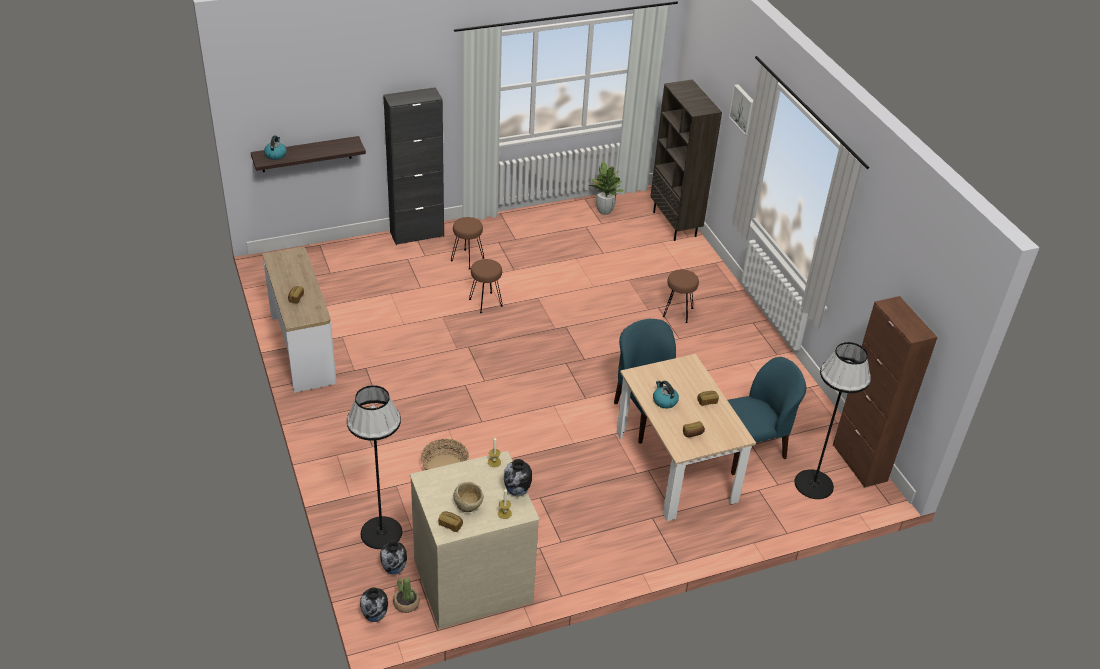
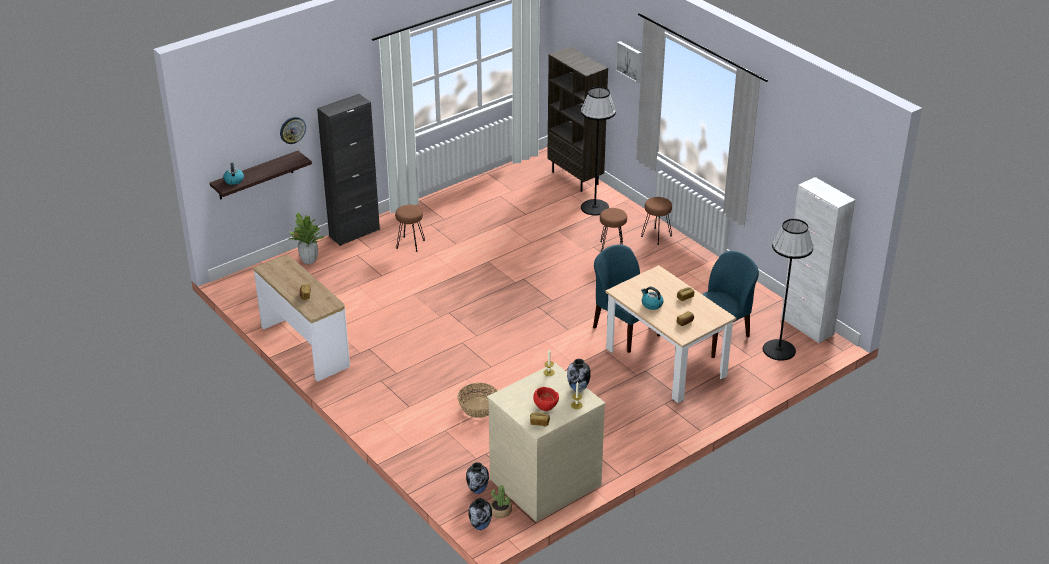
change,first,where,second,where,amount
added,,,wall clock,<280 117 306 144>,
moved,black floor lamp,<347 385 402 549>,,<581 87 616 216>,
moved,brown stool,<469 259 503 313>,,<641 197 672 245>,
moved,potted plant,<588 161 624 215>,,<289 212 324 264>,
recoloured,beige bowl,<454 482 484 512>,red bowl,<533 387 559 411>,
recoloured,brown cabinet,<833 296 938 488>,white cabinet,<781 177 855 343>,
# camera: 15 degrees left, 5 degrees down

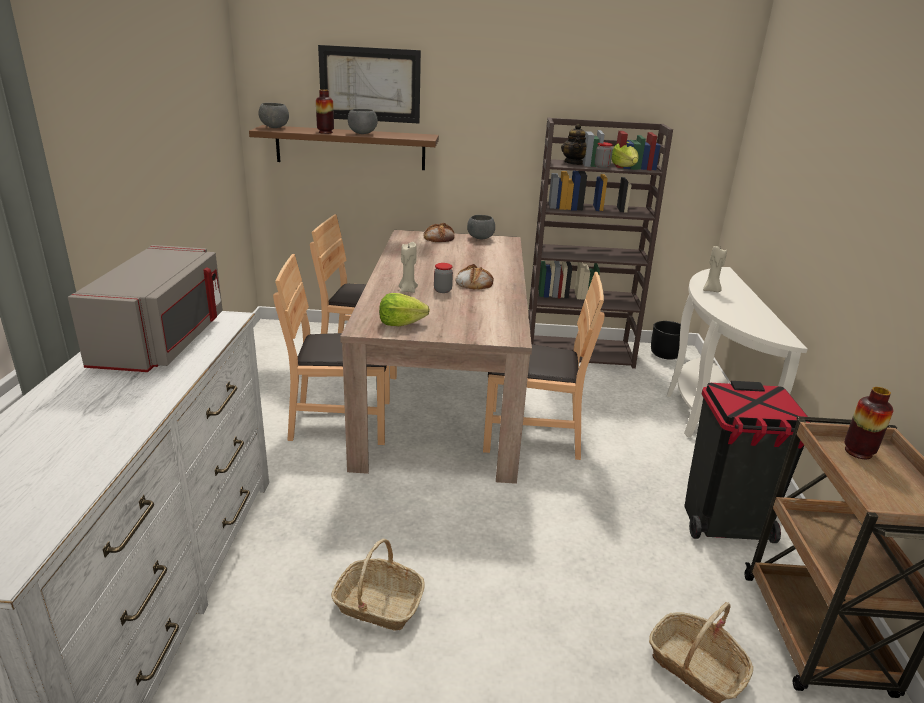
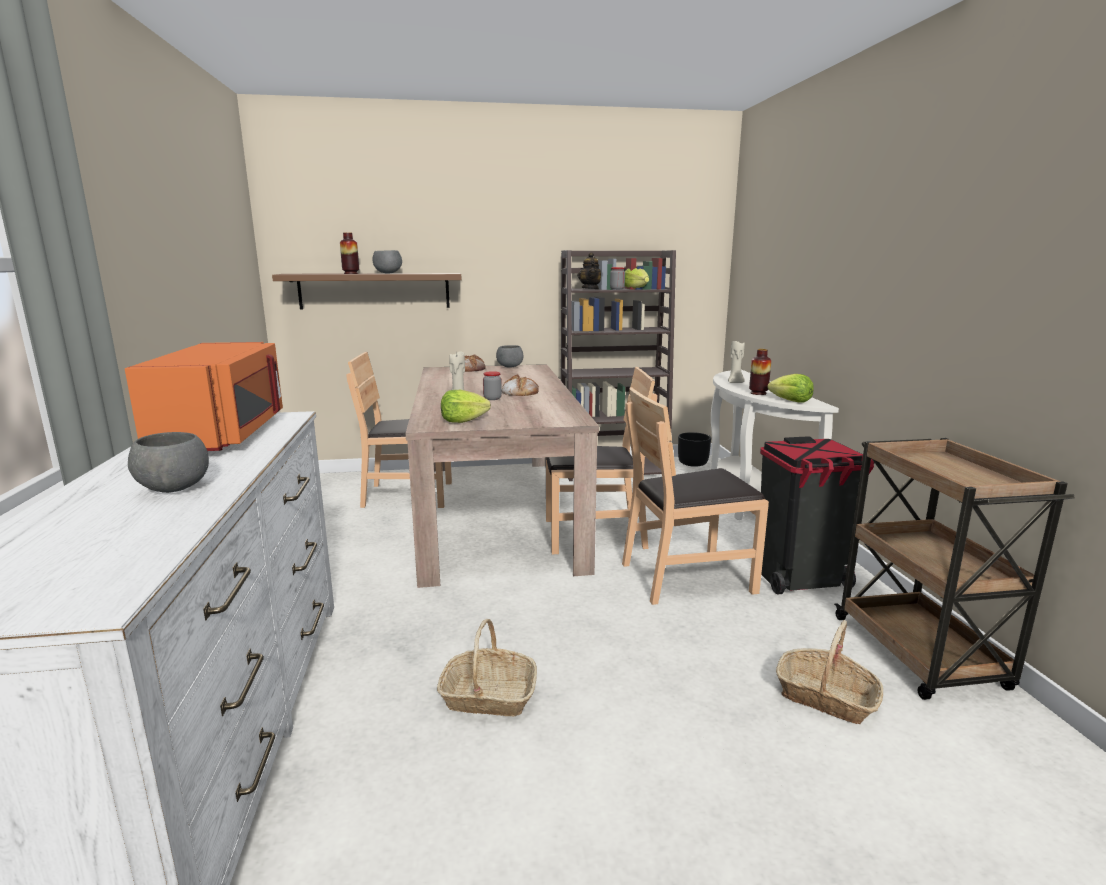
change,first,where,second,where,amount
removed,picture,<318 45 421 123>,,,
added,,,lettuce,<767 374 814 403>,
moved,grey bowl,<259 103 289 128>,,<128 432 209 493>,
moved,brown chair,<273 254 390 445>,,<622 387 769 605>,
moved,vase,<844 387 893 459>,,<749 349 771 395>,
recoloured,grey microwave,<68 245 223 372>,orange microwave,<125 342 283 451>,
# camera: 10 degrees left, 10 degrees down

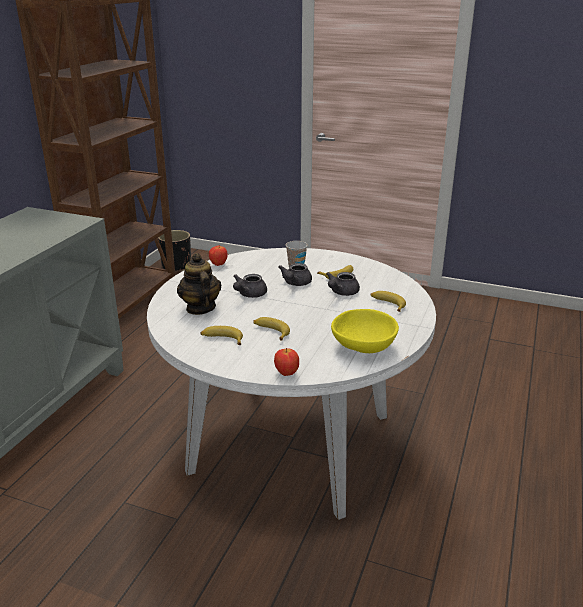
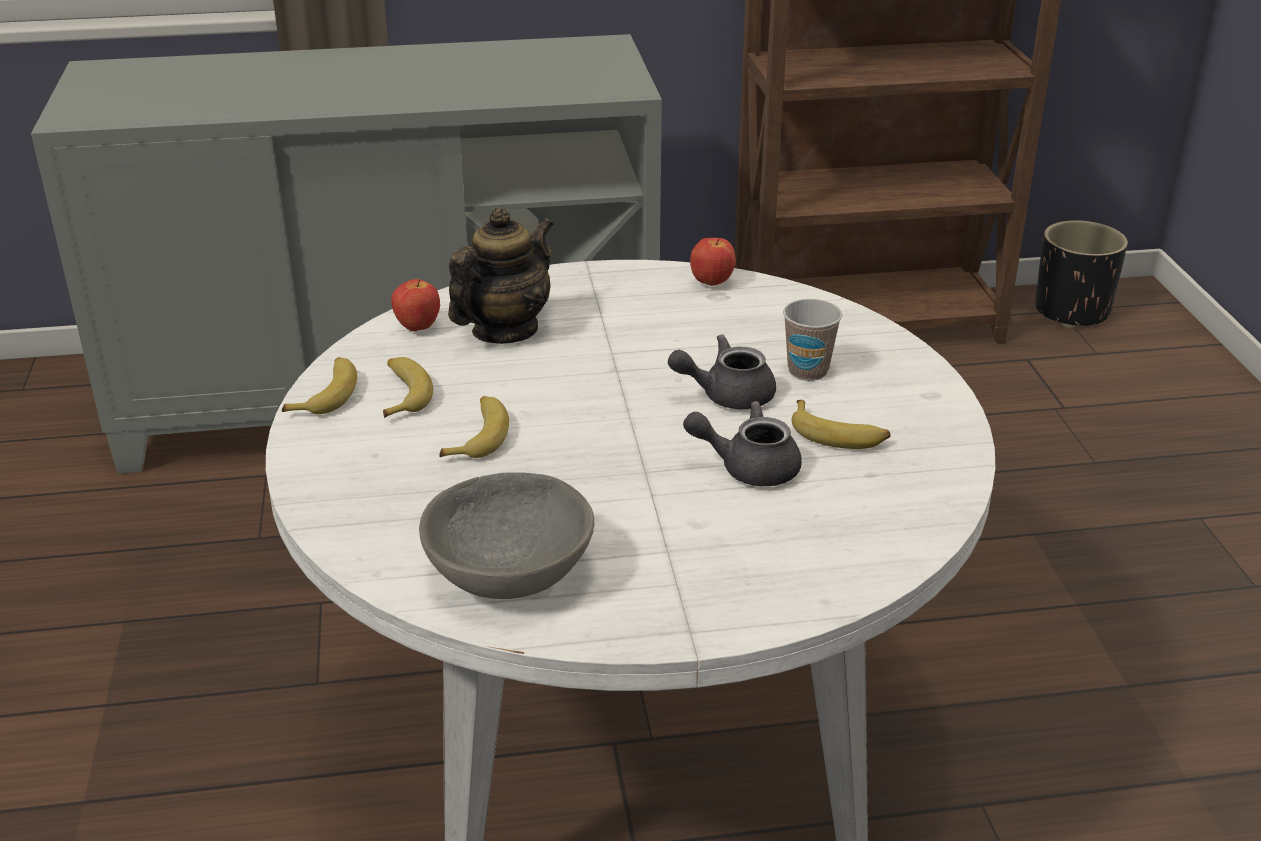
change,first,where,second,where,amount
removed,grey teapot,<233 274 267 298>,,,
moved,apple,<274 348 299 376>,,<391 279 440 331>,
moved,banana,<370 291 406 312>,,<282 357 357 414>,
recoloured,yellow bowl,<331 309 399 353>,grey bowl,<419 473 594 599>,
# camera: 60 degrees right, 5 degrees up

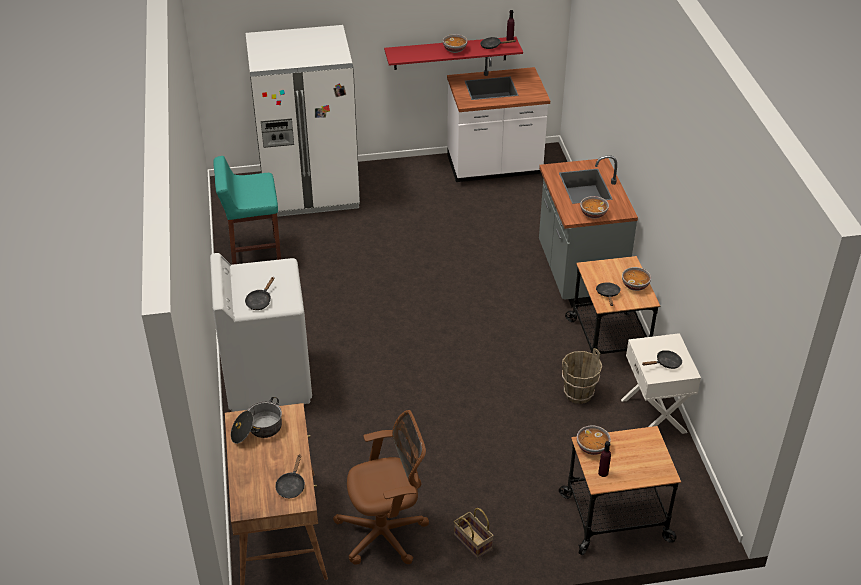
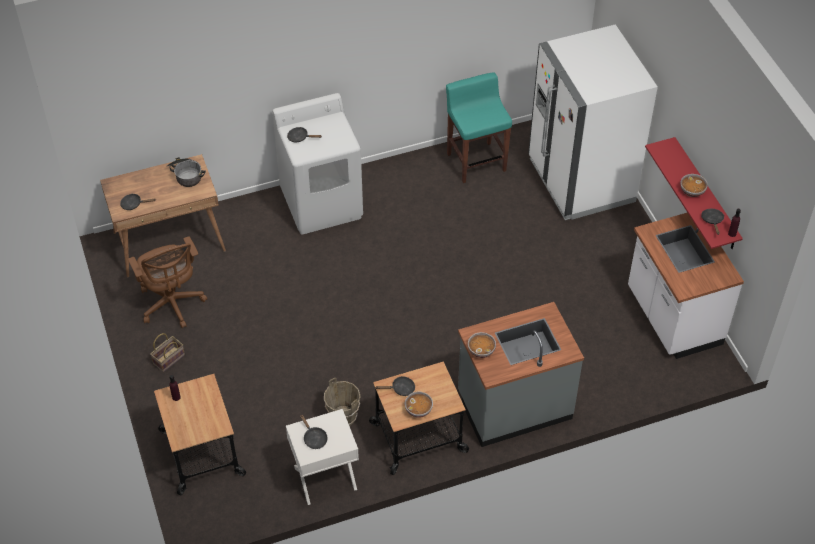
change,first,where,second,where,amount
removed,bowl,<577 425 611 455>,,,
# camera: 80 degrees right, 10 degrees up

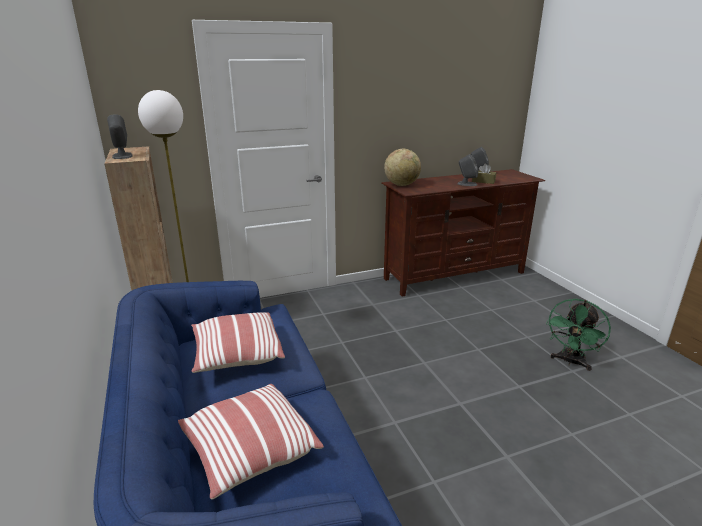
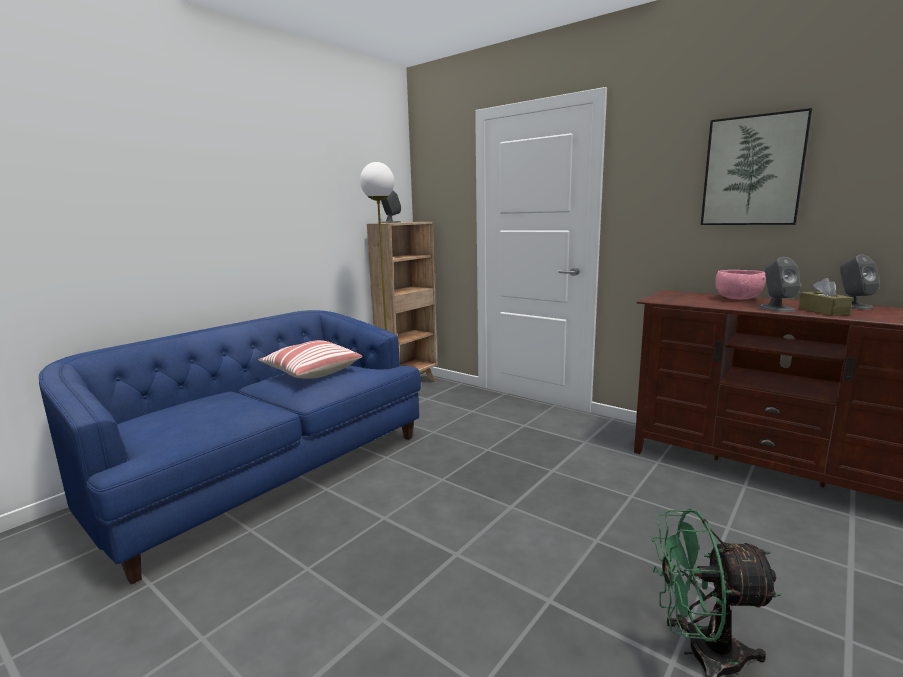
change,first,where,second,where,amount
removed,pillow,<178 384 324 500>,,,
removed,globe,<384 149 421 186>,,,
added,,,picture,<701 108 812 225>,
added,,,pink bowl,<715 270 766 299>,
# camera: 60 degrees right, 10 degrees down

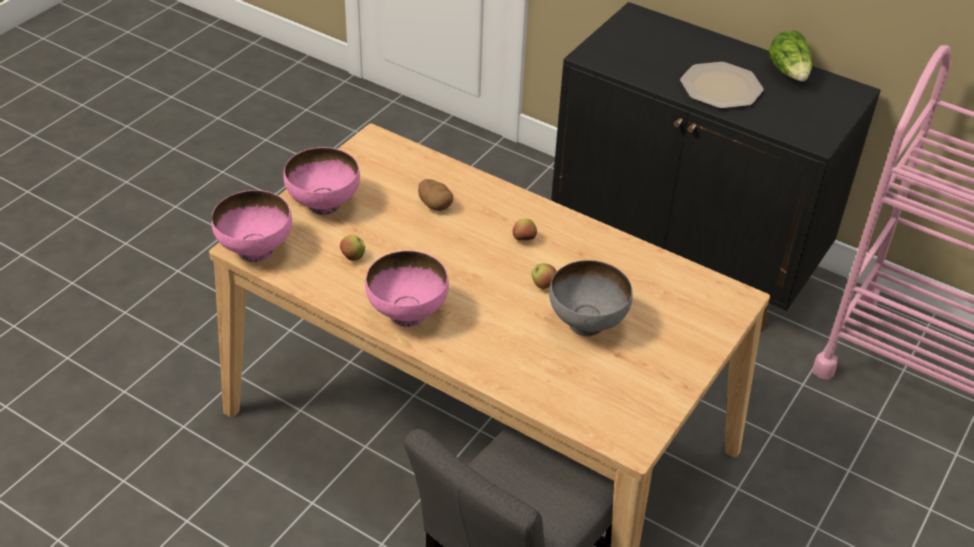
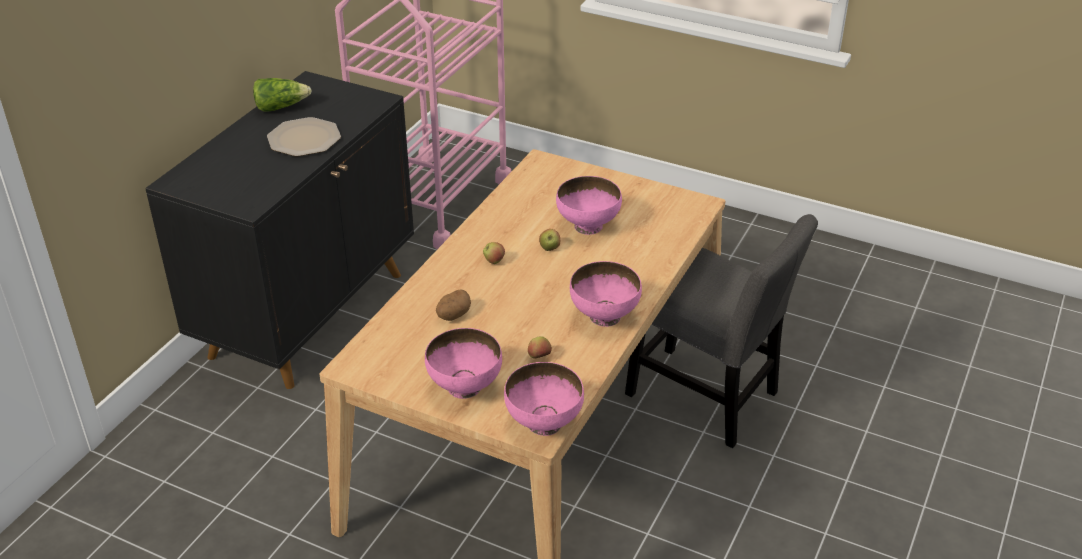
change,first,where,second,where,amount
recoloured,grey bowl,<549 260 633 336>,pink bowl,<556 176 622 235>,
# camera: 95 degrees left, 5 degrees down

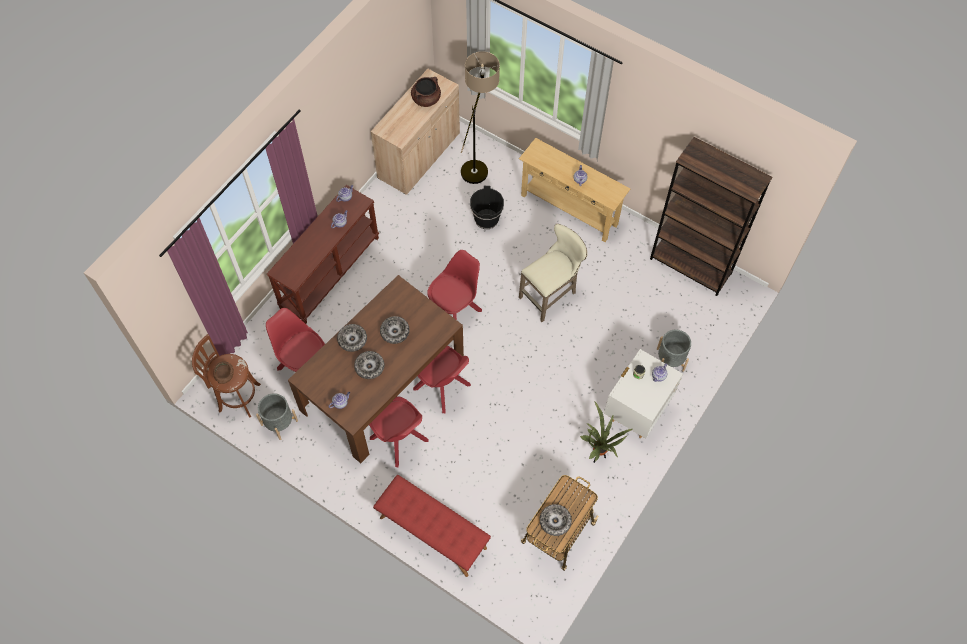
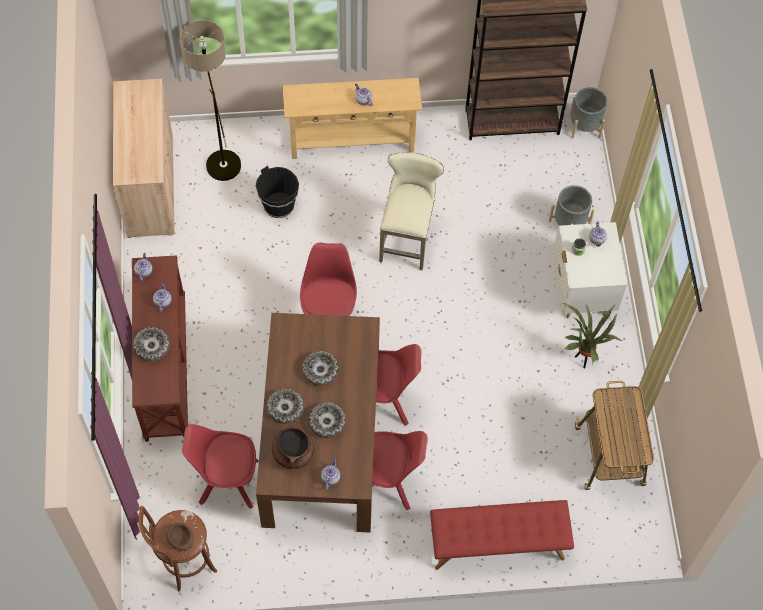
change,first,where,second,where,amount
moved,grey planter,<256 393 298 440>,,<569 87 607 139>,
moved,brown cooking pot,<411 77 441 107>,,<272 422 314 469>,
moved,bowl,<540 504 572 536>,,<133 327 170 361>,
# camera: 40 degrees left, 0 degrees up

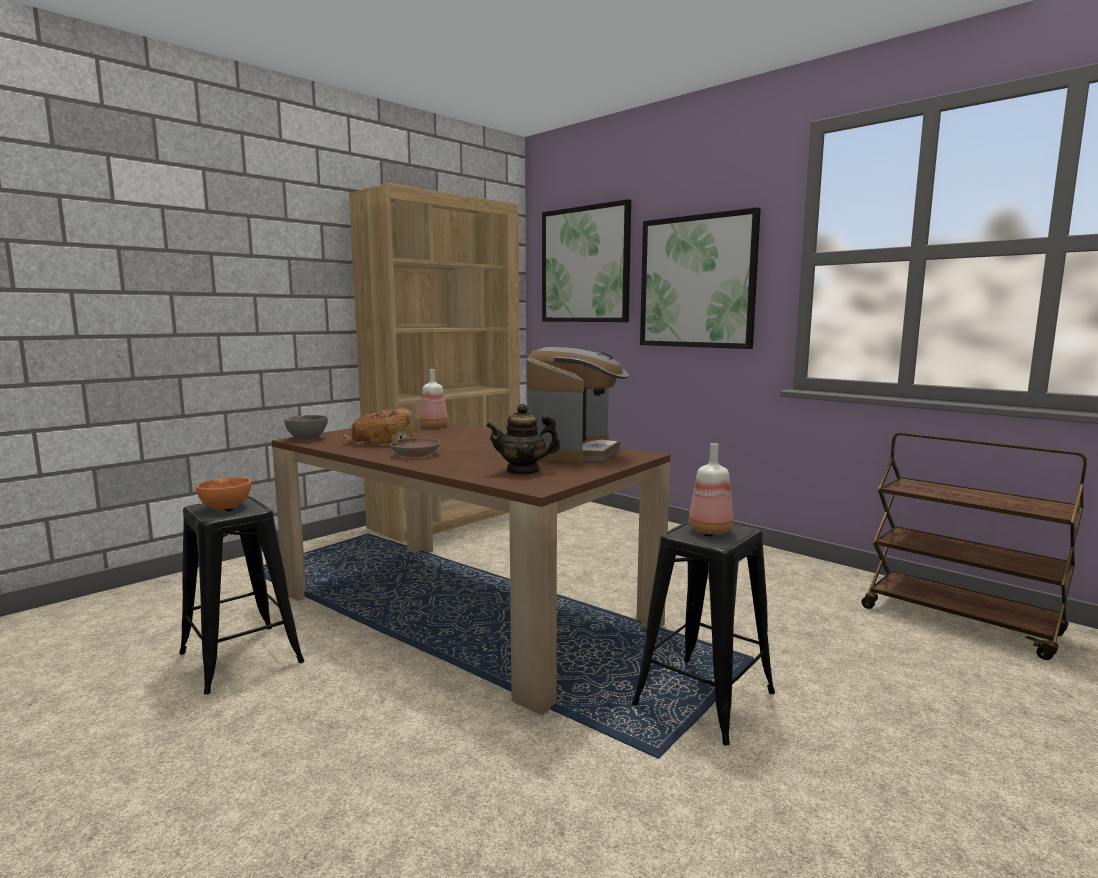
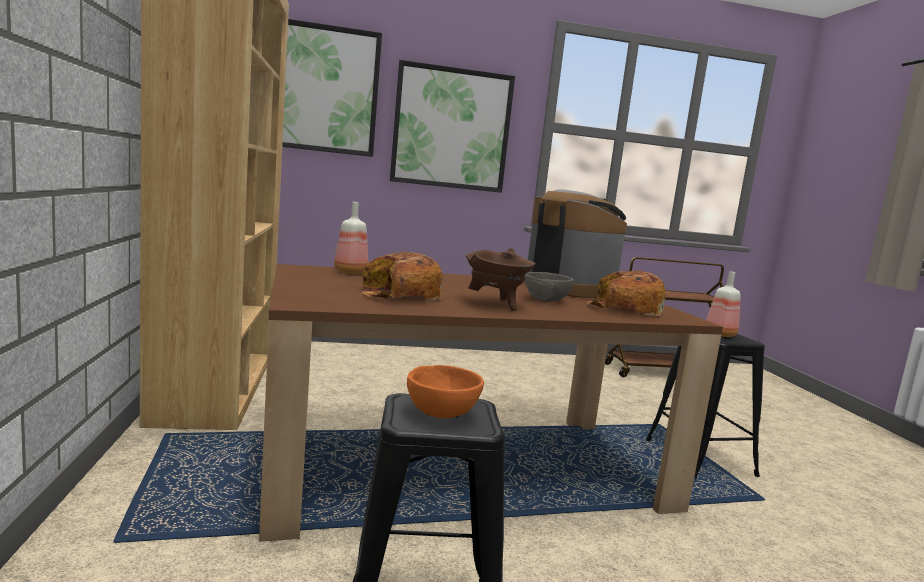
change,first,where,second,where,amount
moved,grey bowl,<284 415 328 439>,,<525 272 573 302>,
replaced,brown bowl,<390 438 441 457>,brown cooking pot,<466 248 536 311>,
replaced,teapot,<486 404 560 475>,bread,<587 270 666 316>,
# camera: 55 degrees left, 0 degrees up

